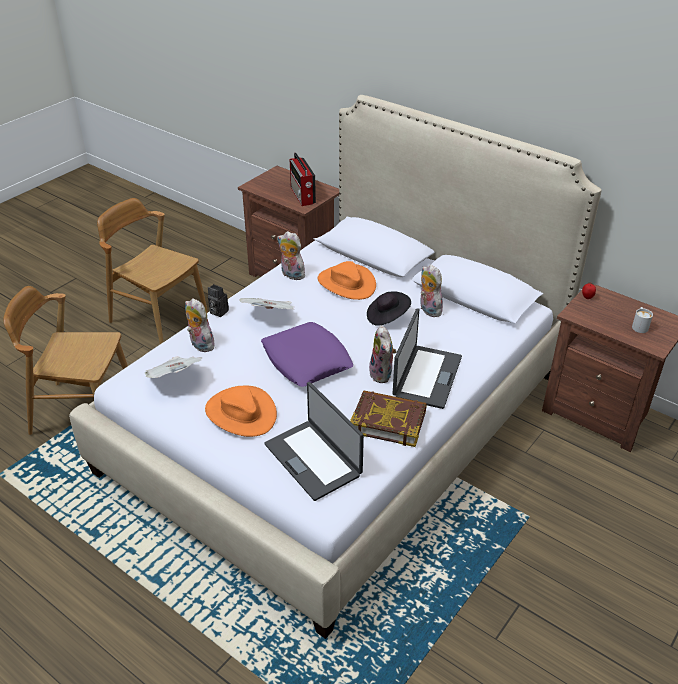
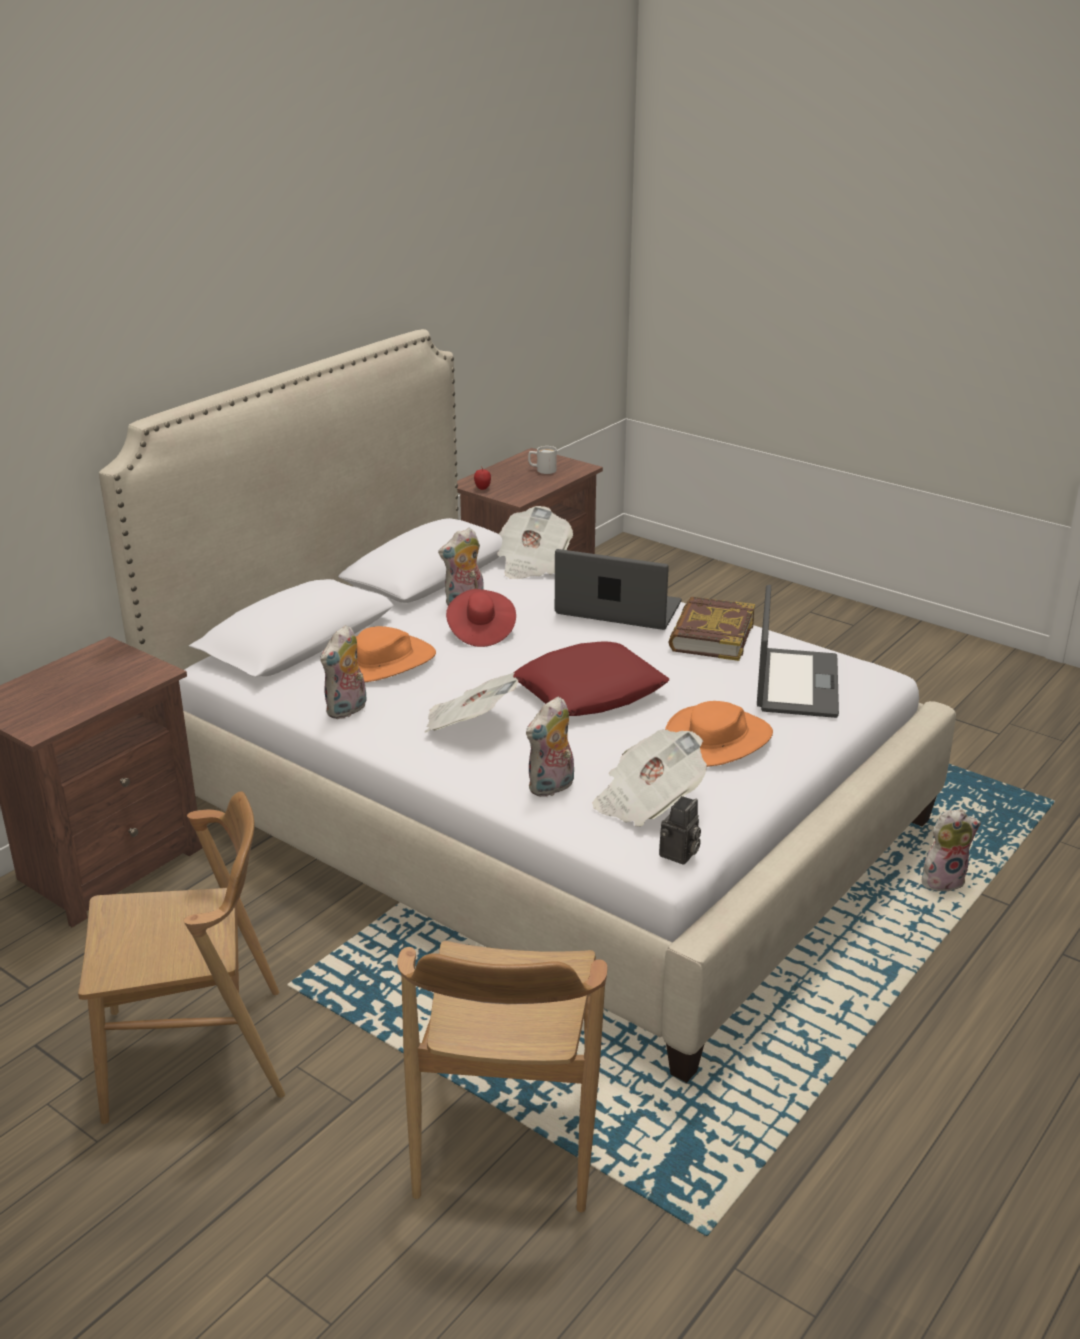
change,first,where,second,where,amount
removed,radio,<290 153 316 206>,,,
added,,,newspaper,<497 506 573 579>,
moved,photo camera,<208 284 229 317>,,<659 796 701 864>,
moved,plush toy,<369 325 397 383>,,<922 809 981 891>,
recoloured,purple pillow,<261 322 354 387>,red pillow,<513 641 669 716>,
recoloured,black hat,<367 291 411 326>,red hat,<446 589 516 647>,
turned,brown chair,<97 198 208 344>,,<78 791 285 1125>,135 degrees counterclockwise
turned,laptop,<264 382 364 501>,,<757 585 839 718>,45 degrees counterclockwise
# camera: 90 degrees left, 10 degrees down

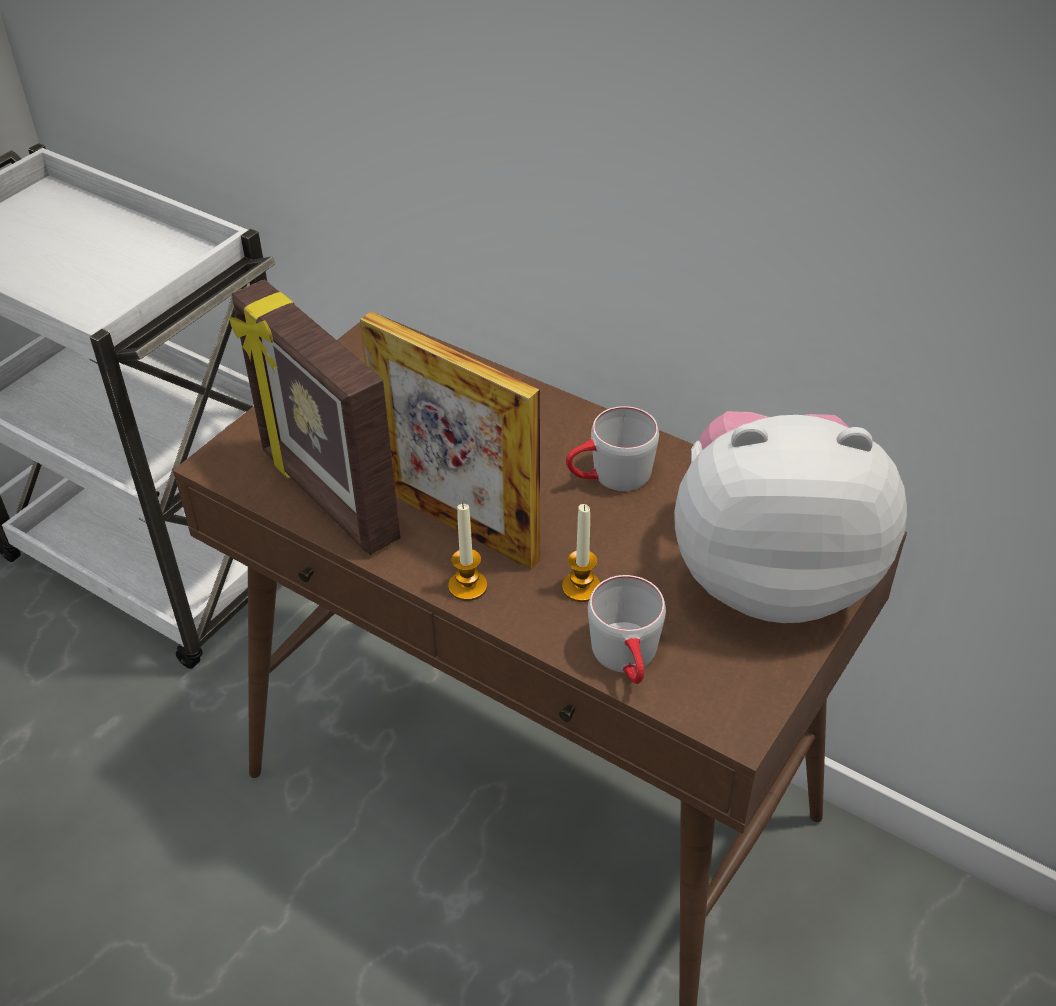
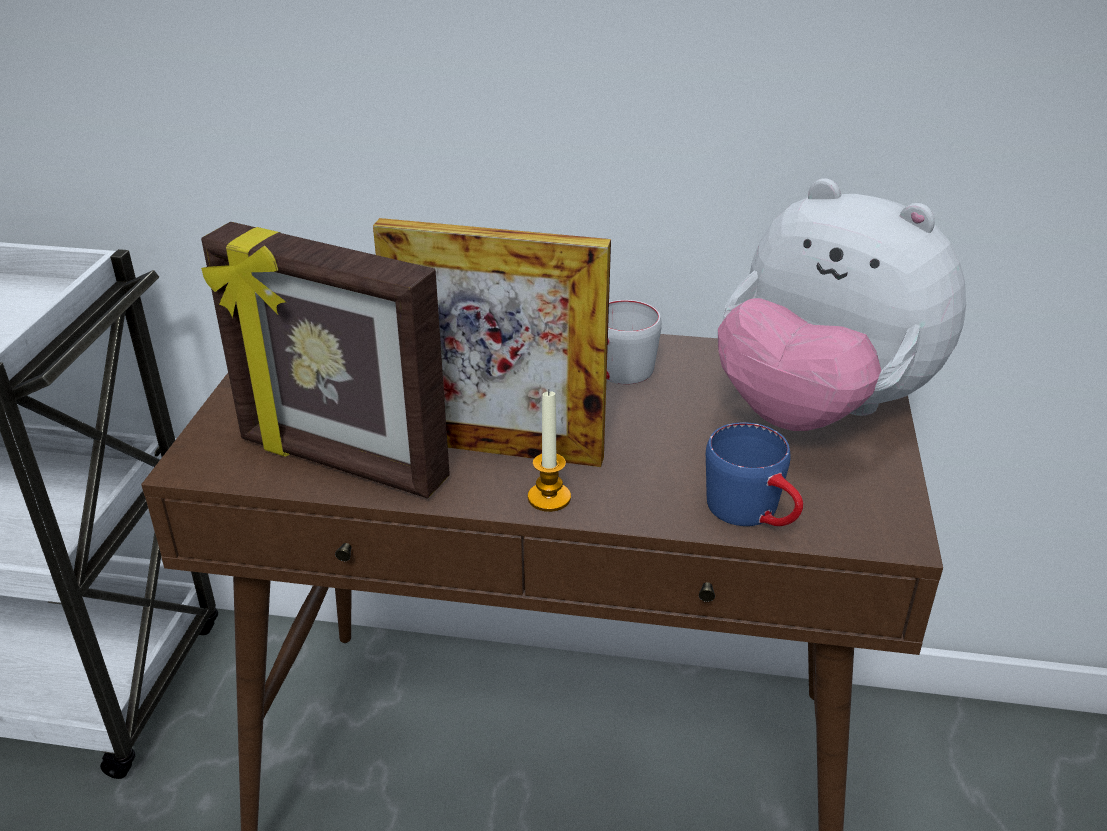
change,first,where,second,where,amount
removed,candle,<562 504 601 602>,,,
recoloured,grey mug,<588 575 666 684>,blue mug,<706 422 803 526>,
turned,plush toy,<674 411 907 623>,,<718 178 966 431>,120 degrees counterclockwise
# camera: 25 degrees left, 10 degrees down

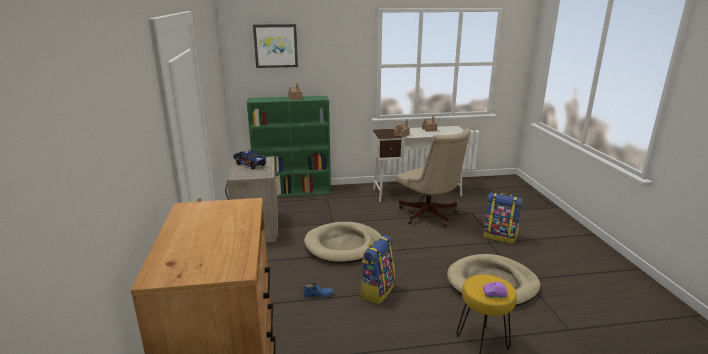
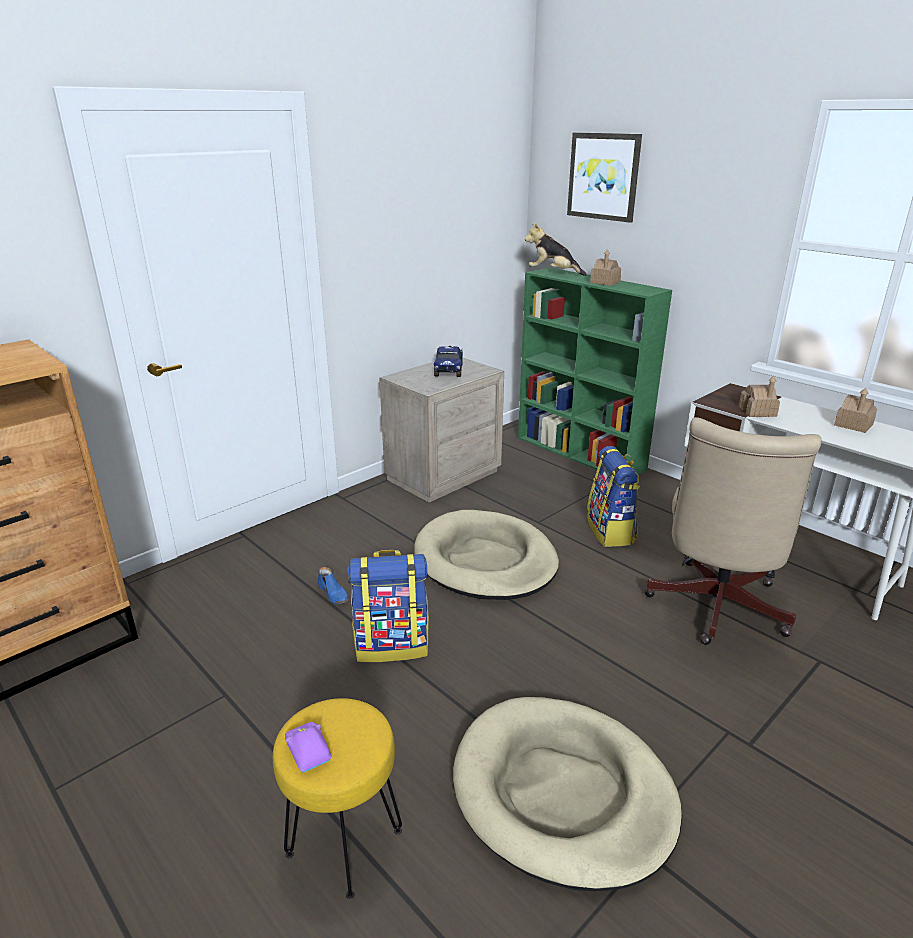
change,first,where,second,where,amount
added,,,plush toy,<525 223 587 276>,
moved,backpack,<483 193 522 244>,,<587 446 640 547>,
# camera: 55 degrees right, 5 degrees up

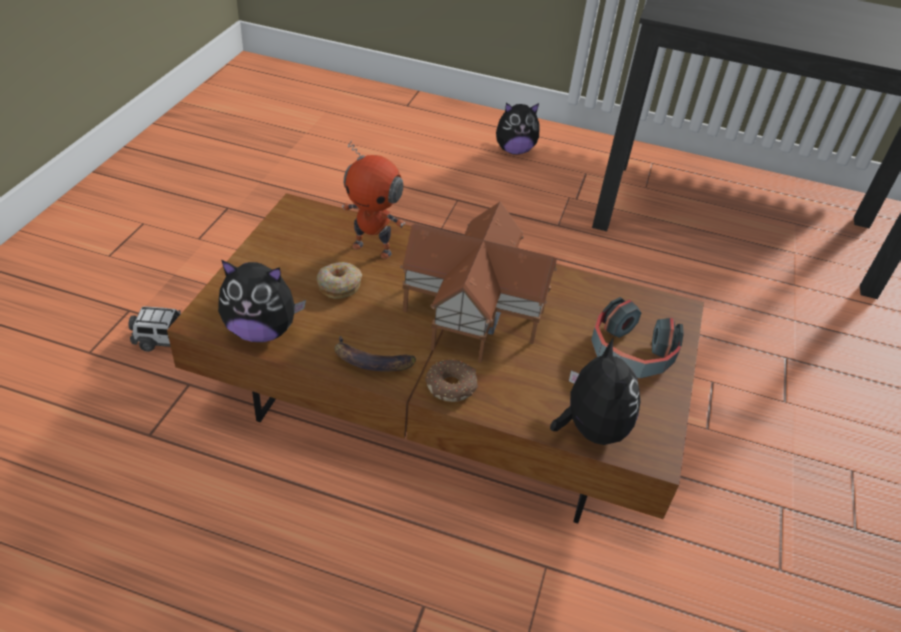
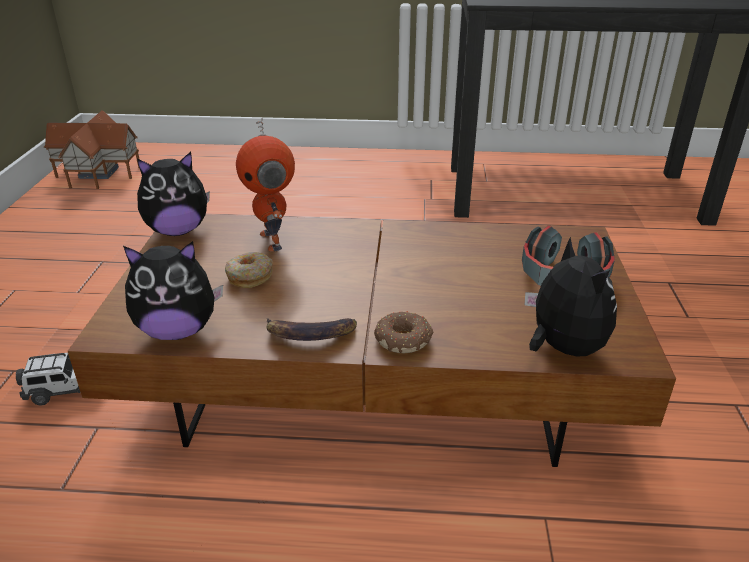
change,first,where,second,where,amount
moved,toy house,<400 201 557 363>,,<44 110 140 189>,
moved,plush toy,<496 103 540 155>,,<137 152 210 236>,
turned,toy robot,<342 141 405 259>,,<236 118 295 252>,60 degrees clockwise
# camera: 10 degrees left, 10 degrees down

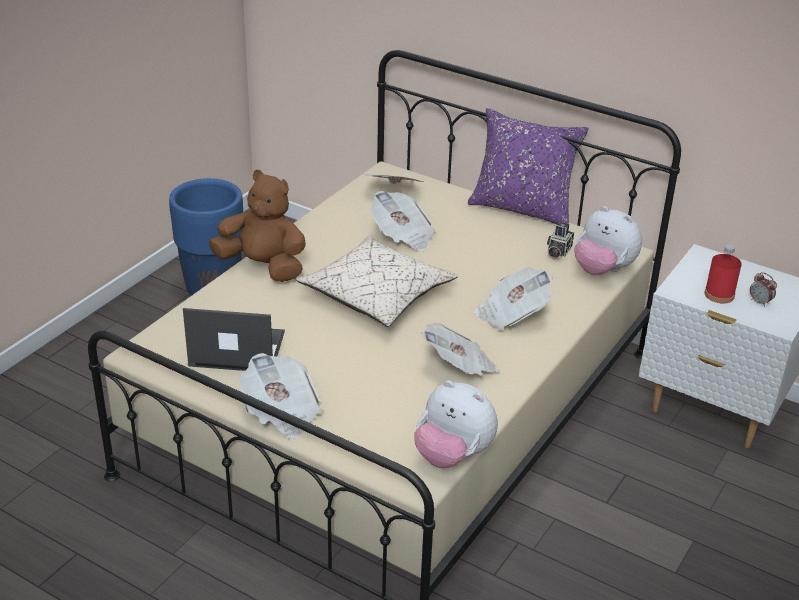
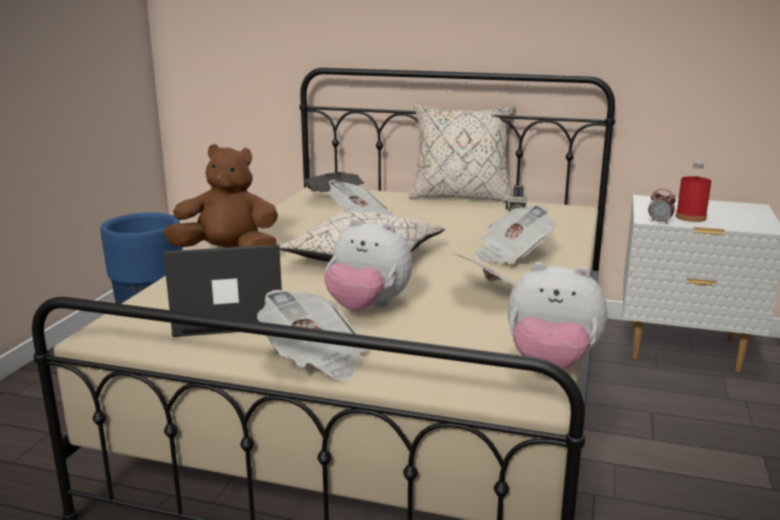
change,first,where,second,where,amount
moved,plush toy,<574 206 642 275>,,<324 219 412 311>,
moved,alarm clock,<750 272 777 307>,,<648 189 676 224>,
recoloured,purple pillow,<468 108 589 224>,beige pillow,<409 104 515 202>,
# camera: 15 degrees left, 15 degrees down

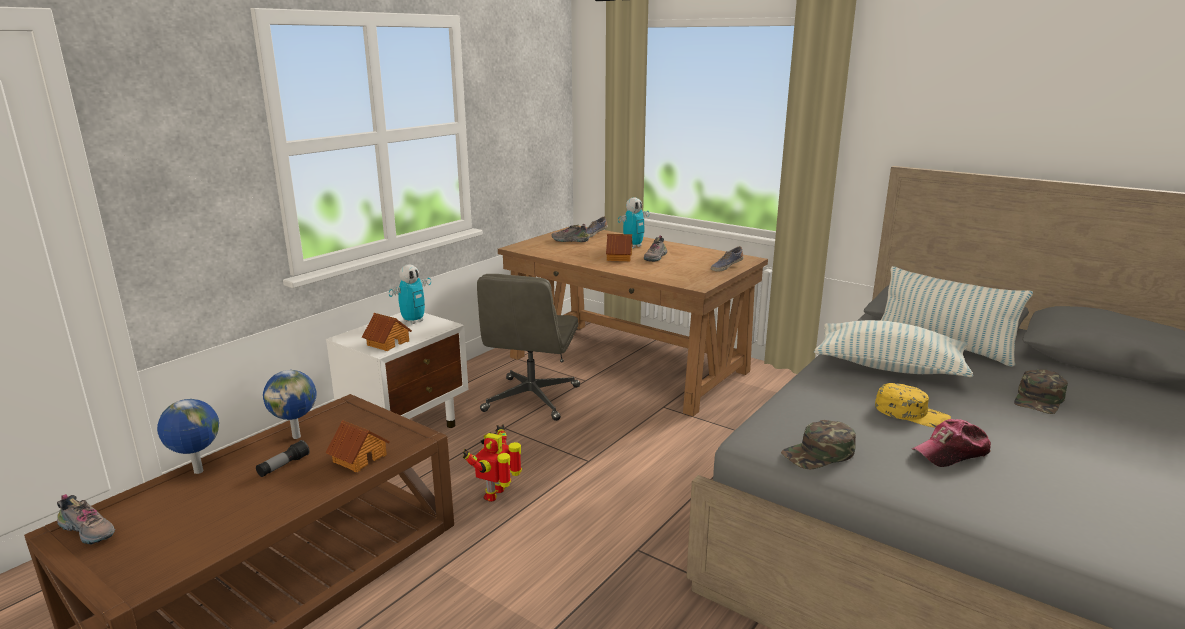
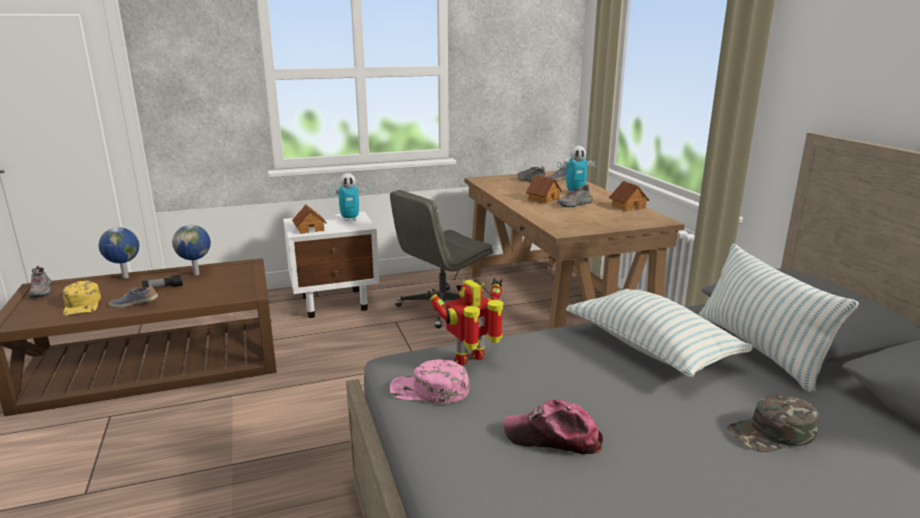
change,first,where,second,where,amount
moved,toy house,<325 420 390 472>,,<609 181 649 211>,
moved,toy robot,<463 424 522 502>,,<427 278 504 365>,
moved,shoe,<711 246 744 272>,,<109 285 158 308>,
moved,yellow cap,<875 383 951 428>,,<63 281 101 315>,
recoloured,green cap,<781 420 856 469>,pink cap,<390 359 469 404>,
# camera: 35 degrees right, 0 degrees up

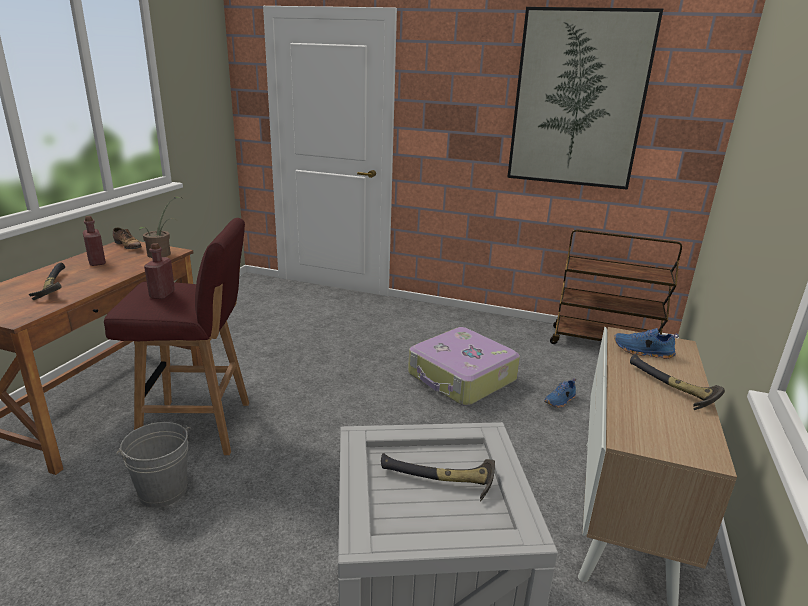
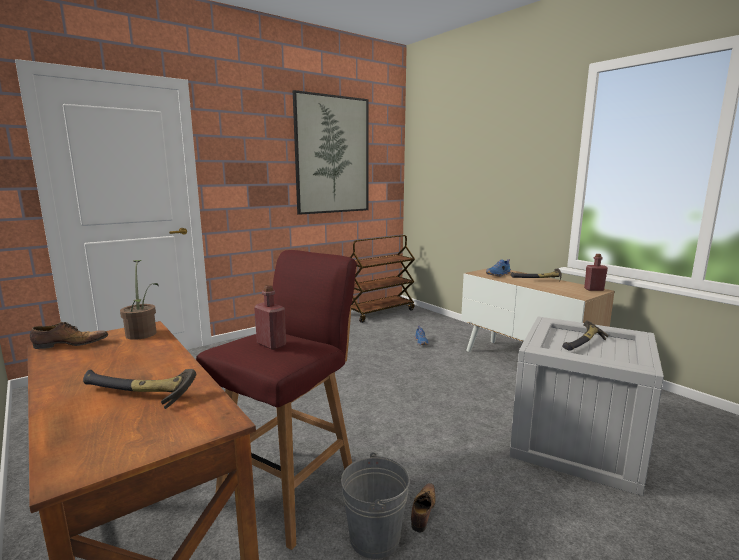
change,first,where,second,where,amount
removed,suitcase,<408 327 520 406>,,,
added,,,shoe,<411 483 436 532>,
moved,red bottle,<83 216 106 266>,,<584 254 608 291>,
# camera: 55 degrees left, 10 degrees down

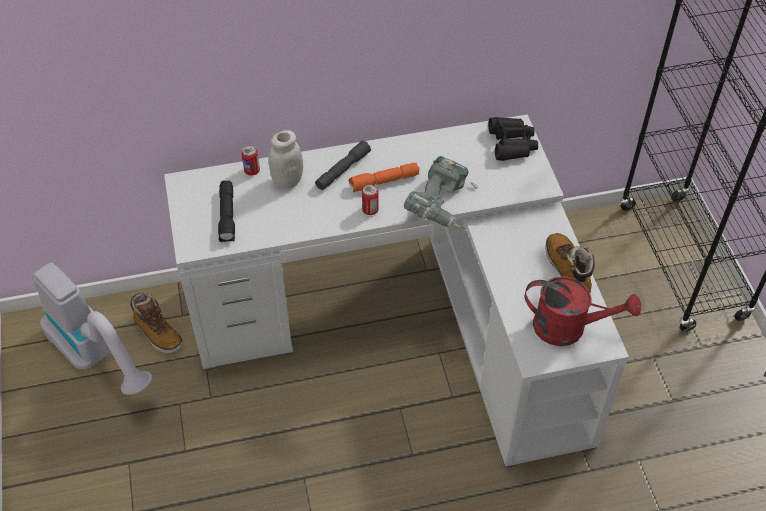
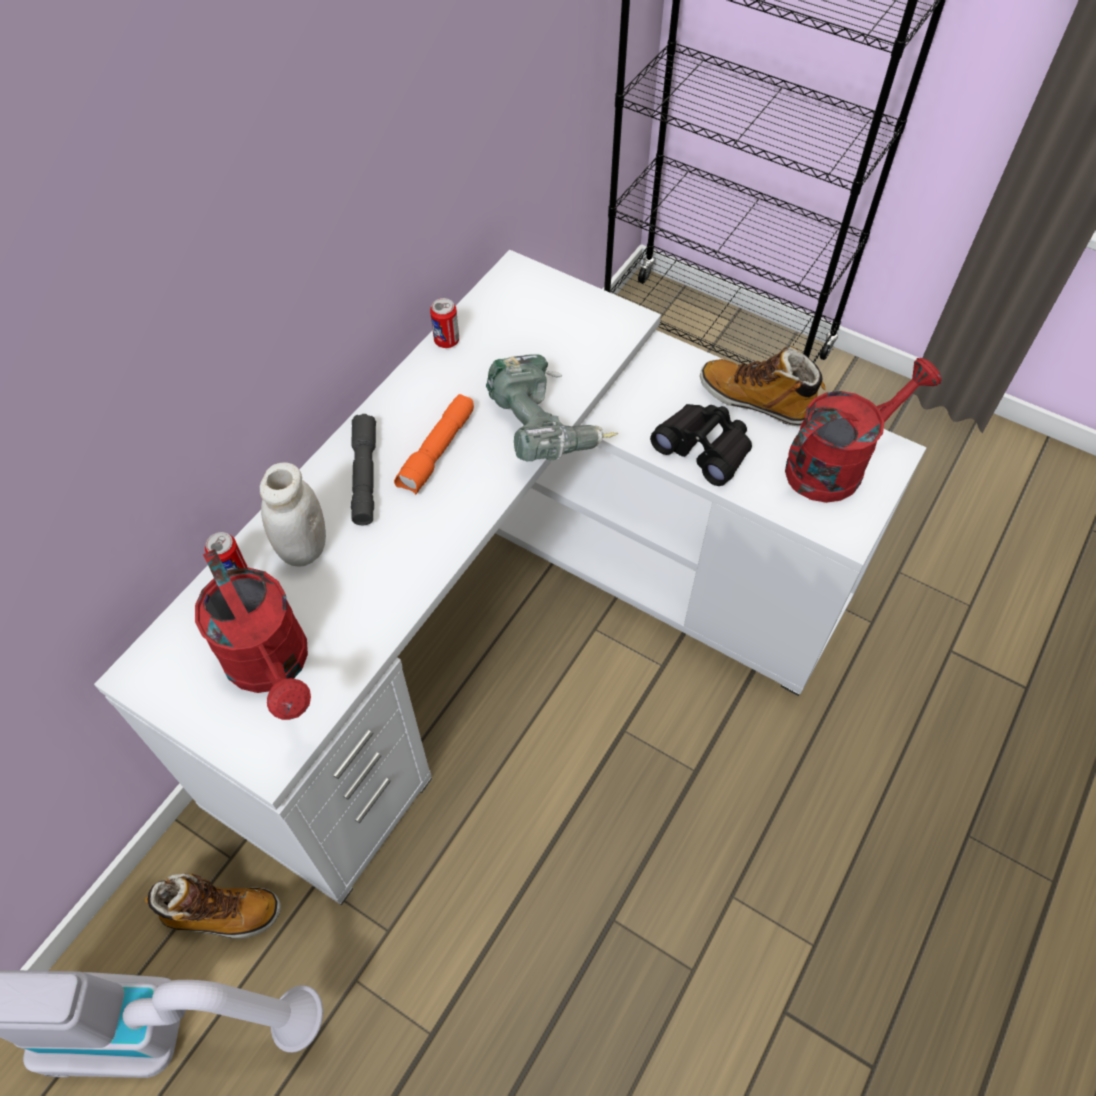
change,first,where,second,where,amount
moved,can,<362 185 379 215>,,<430 298 459 348>,
moved,black binoculars,<488 117 538 161>,,<650 404 752 486>,
replaced,black flashlight,<218 181 235 242>,red watering can,<195 549 311 720>,
# camera: 45 degrees left, 5 degrees up

